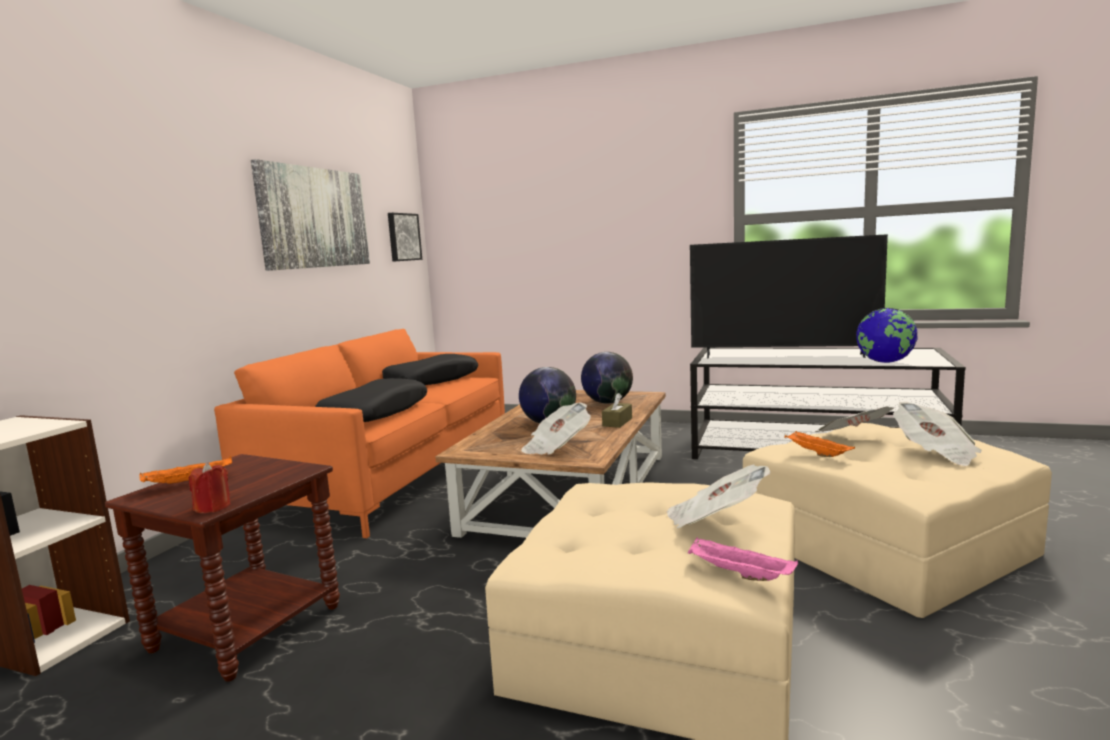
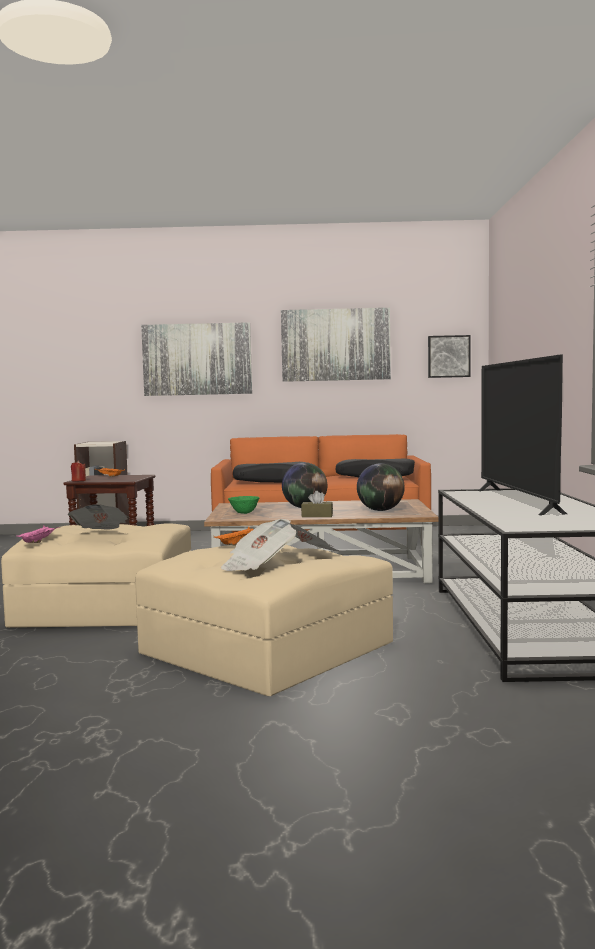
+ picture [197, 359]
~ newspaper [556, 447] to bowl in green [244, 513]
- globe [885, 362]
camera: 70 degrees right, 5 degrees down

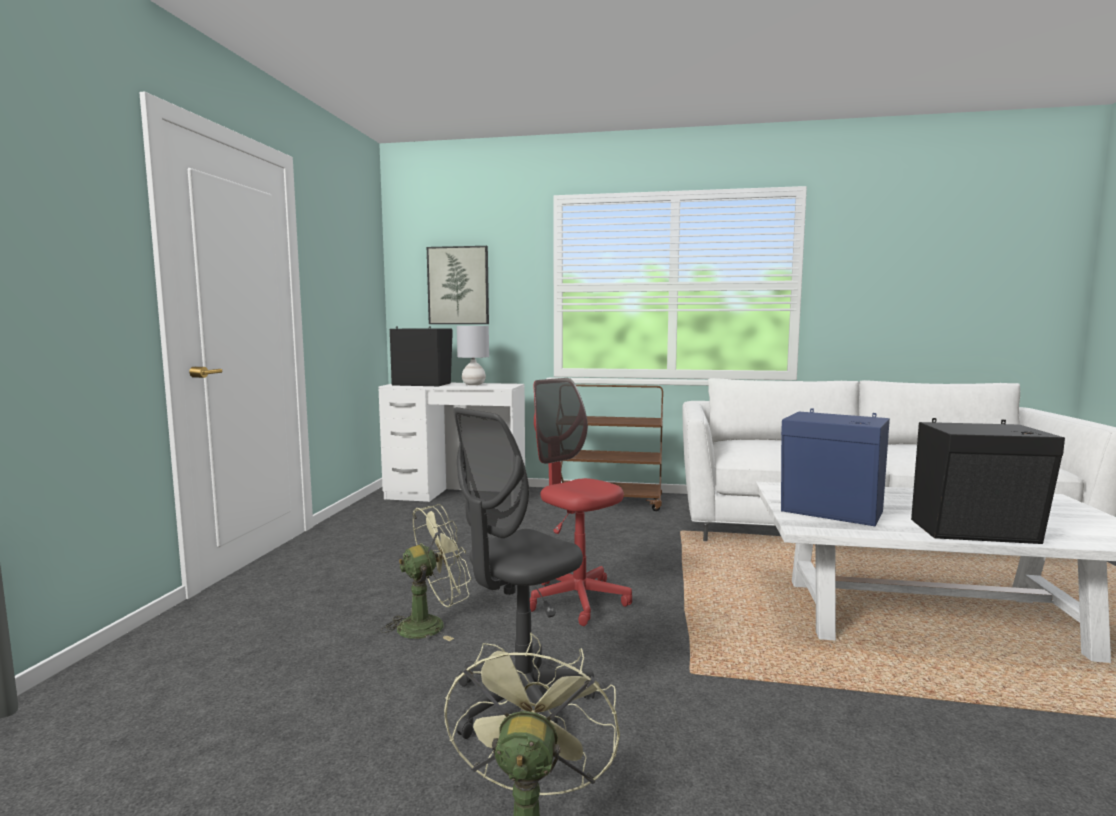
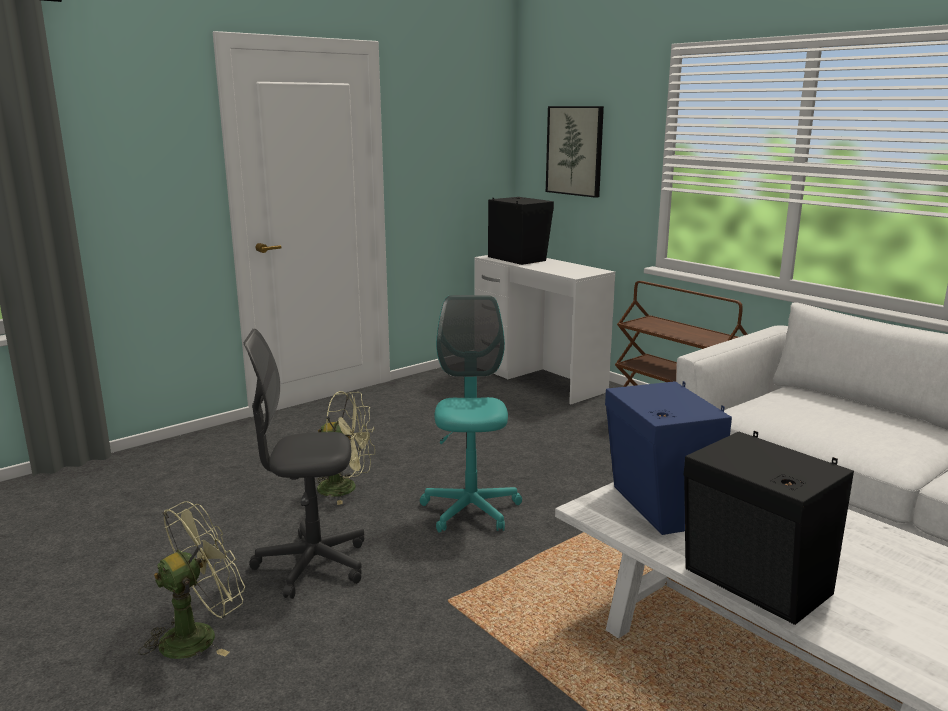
~ office chair in red [577, 600] to office chair in turquoise [470, 510]
- table lamp in grey [473, 384]
camera: 40 degrees right, 10 degrees up

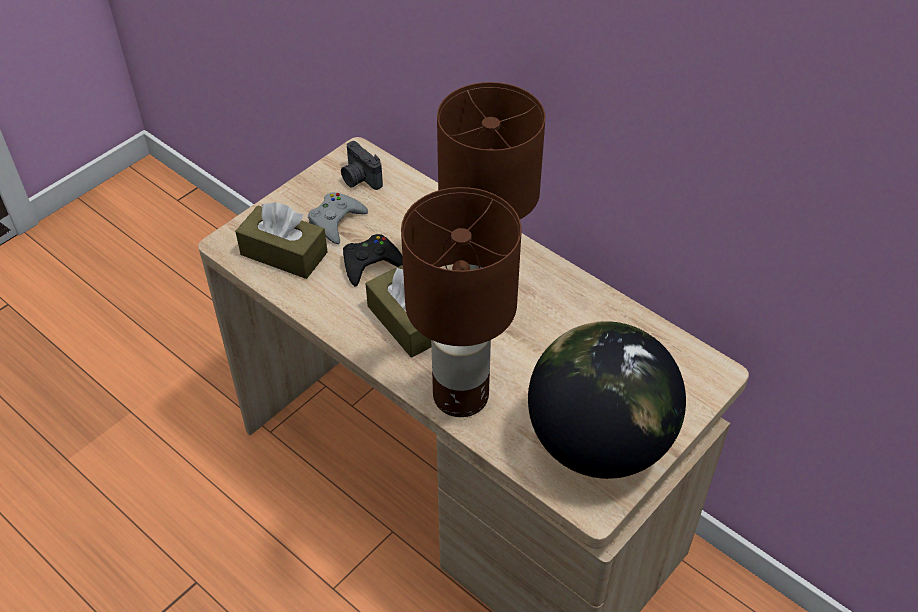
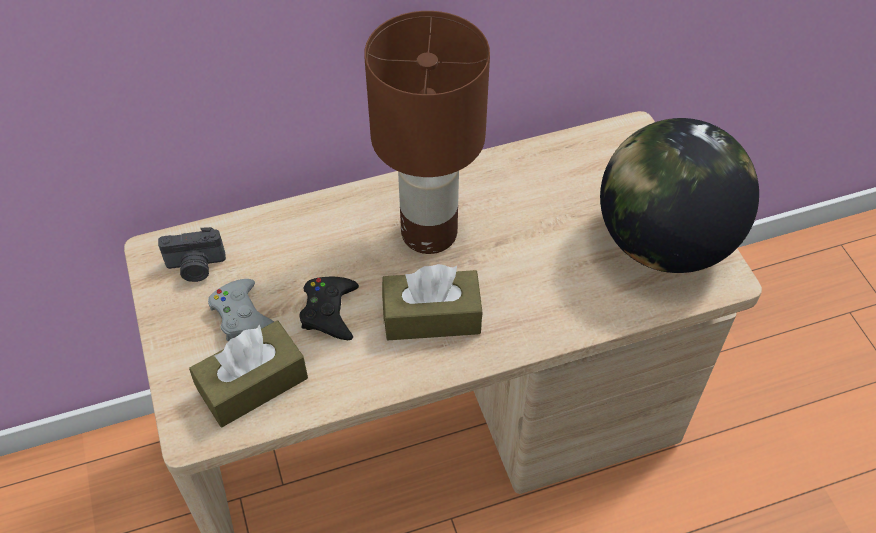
- table lamp in brown [459, 396]
camera: 60 degrees left, 5 degrees up

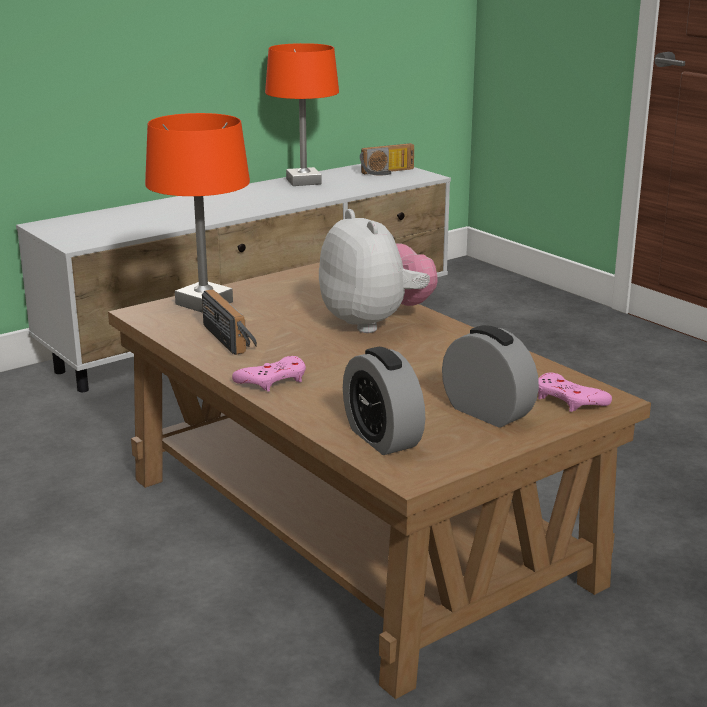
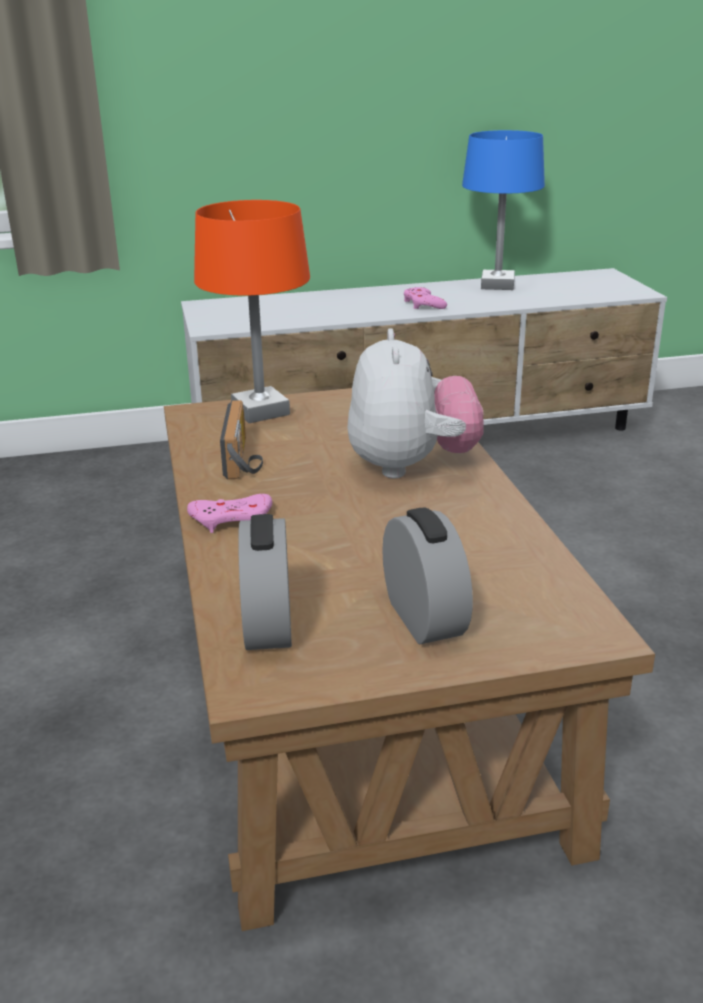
~ game controller in pink [568, 399] to [423, 304]
~ table lamp in orange [304, 181] to table lamp in blue [497, 285]
- radio [388, 172]
camera: 25 degrees right, 5 degrees up

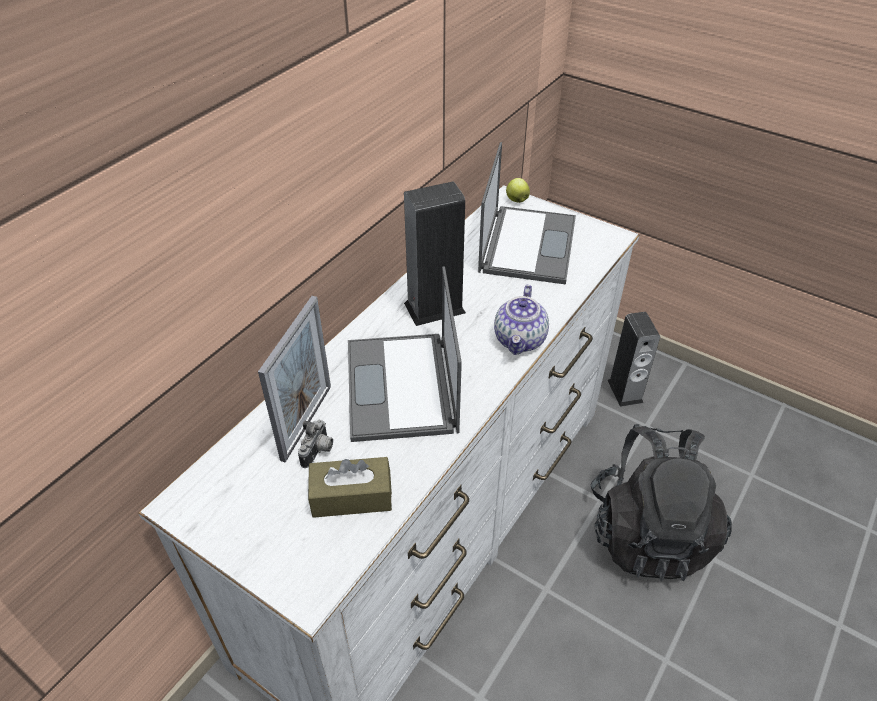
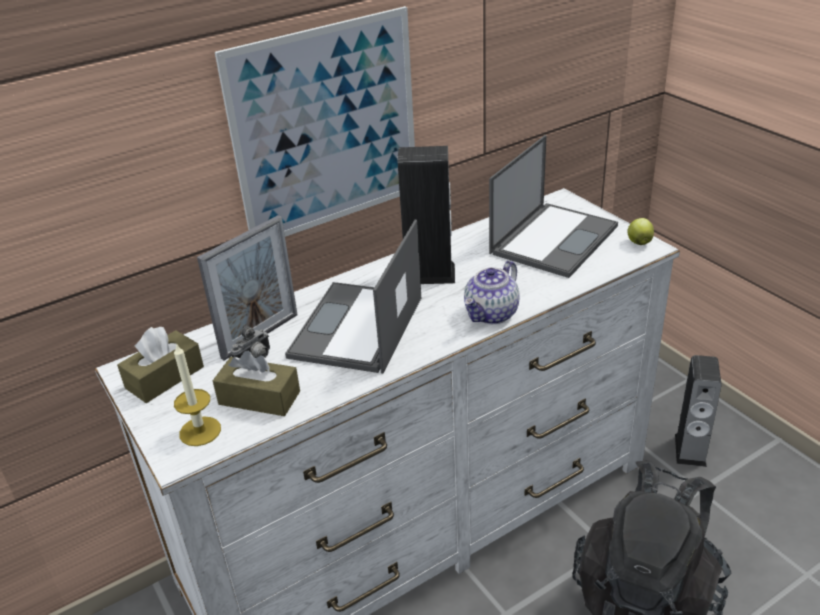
+ tissue box in brown [165, 377]
+ candle [200, 431]
+ picture [326, 128]
~ apple [516, 200] to [639, 242]
camera: 25 degrees right, 10 degrees down

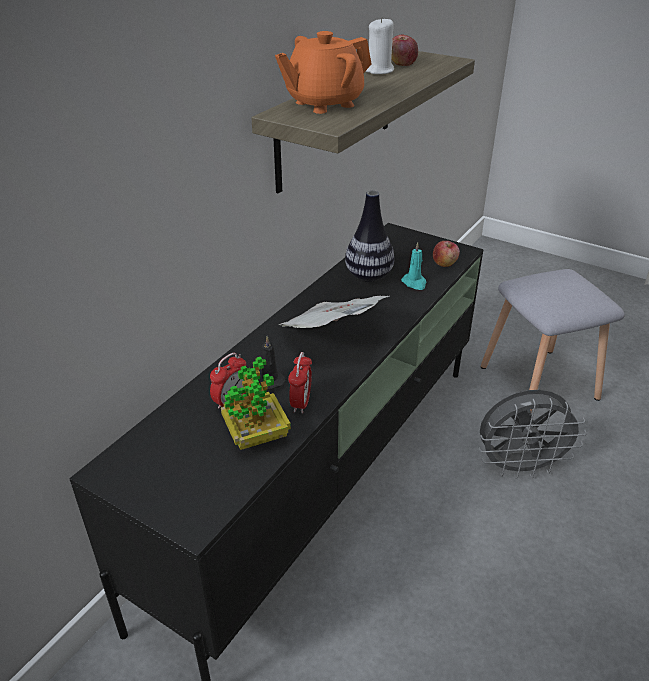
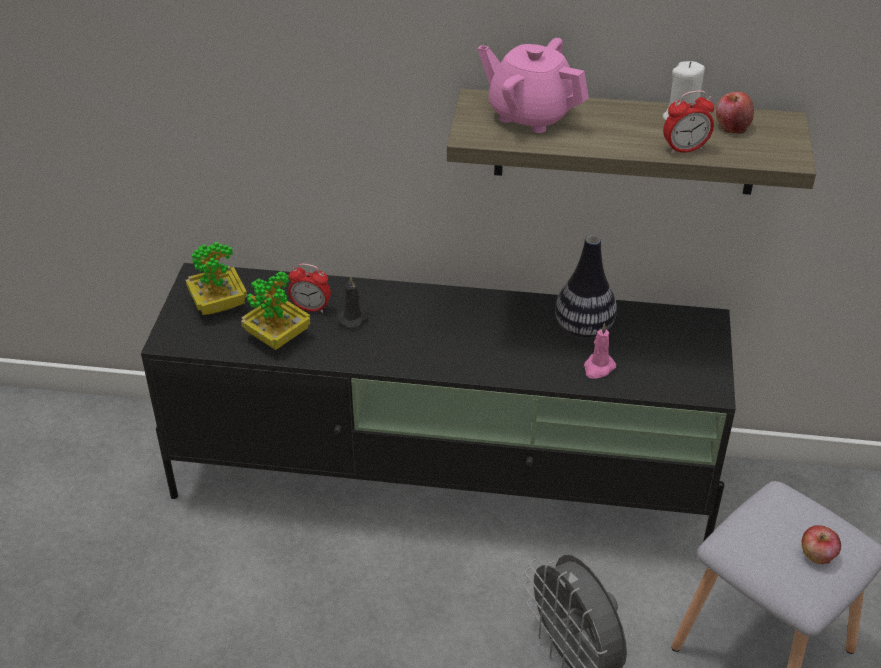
+ potted plant [218, 304]
~ teapot in orange [324, 104] to teapot in pink [530, 114]
~ candle in turquoise [414, 283] to candle in pink [598, 368]
~ alarm clock [301, 403] to [685, 149]
~ apple [444, 263] to [817, 555]
- newspaper [332, 334]
camera: 65 degrees right, 5 degrees up

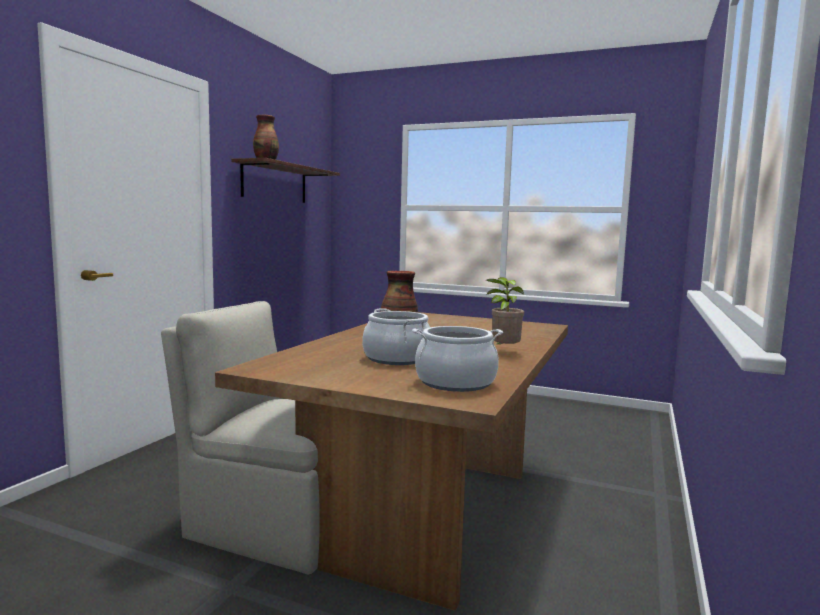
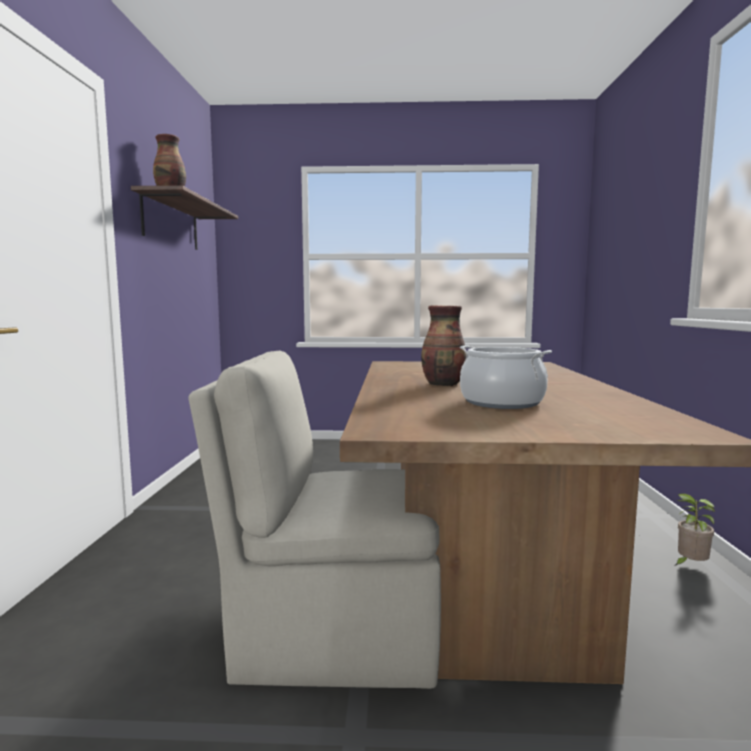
~ potted plant [503, 351] to [690, 565]
- cooking pot [455, 382]
camera: 20 degrees left, 0 degrees up

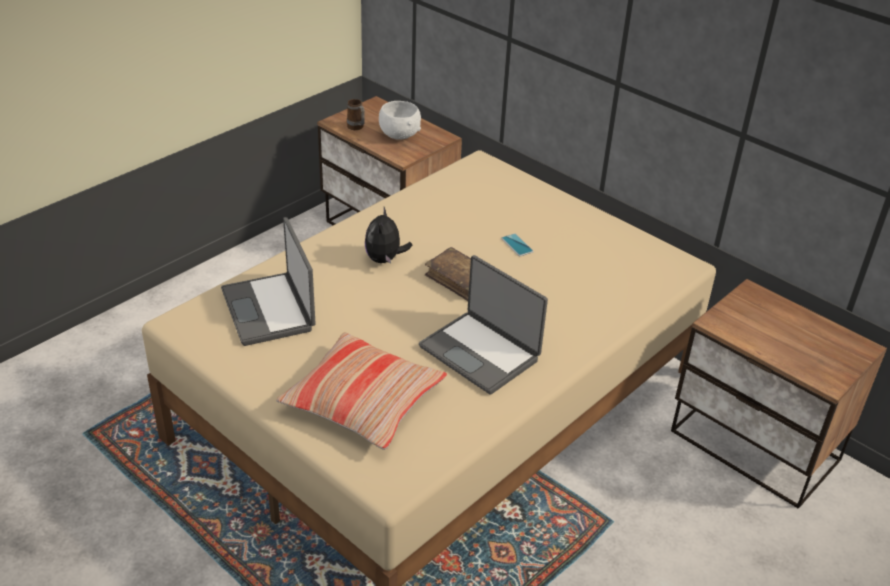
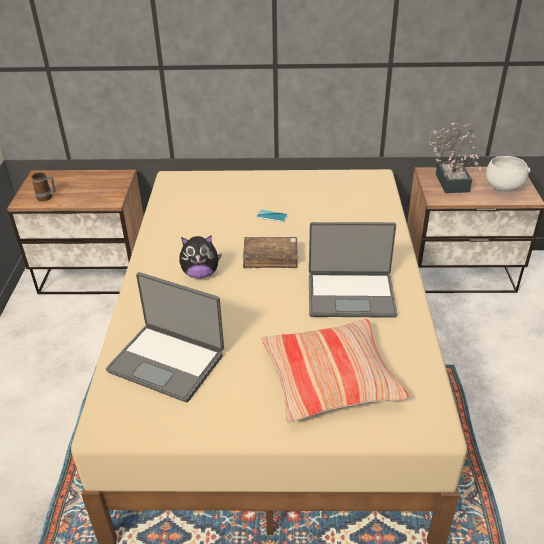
~ plush toy [385, 259] = [200, 274] 60 degrees counterclockwise
+ potted plant [451, 180]
~ bowl in white [399, 135] to [502, 187]
camera: 40 degrees left, 0 degrees up

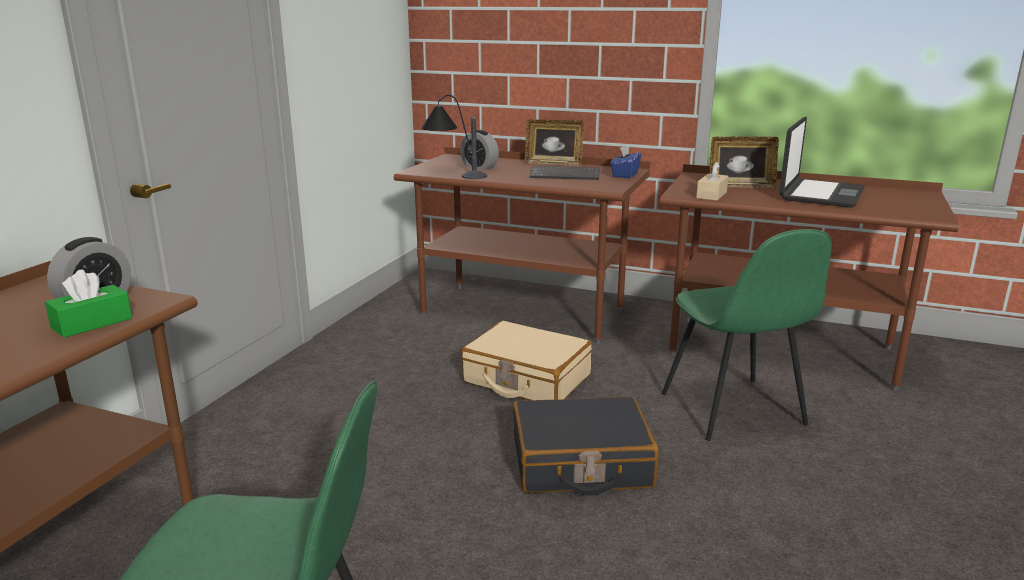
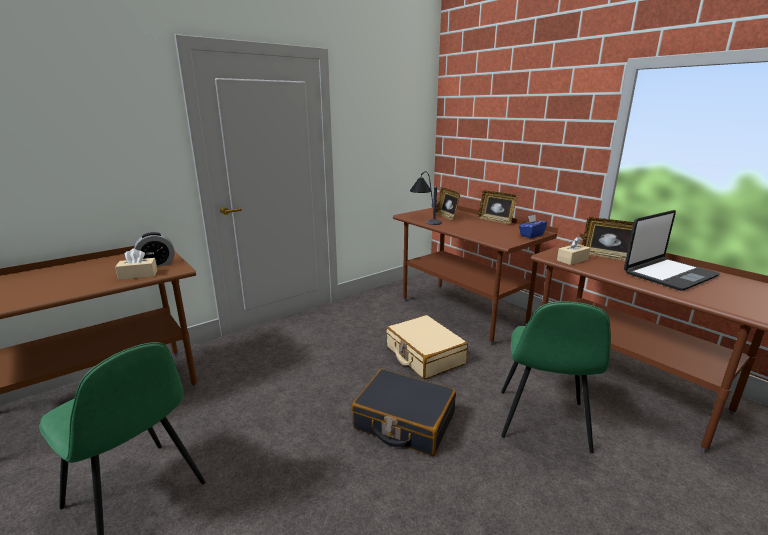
~ tissue box in green [92, 323] to tissue box in beige [138, 275]
~ alarm clock [479, 167] to picture frame [446, 217]
- keyboard [566, 175]
camera: 30 degrees right, 0 degrees up

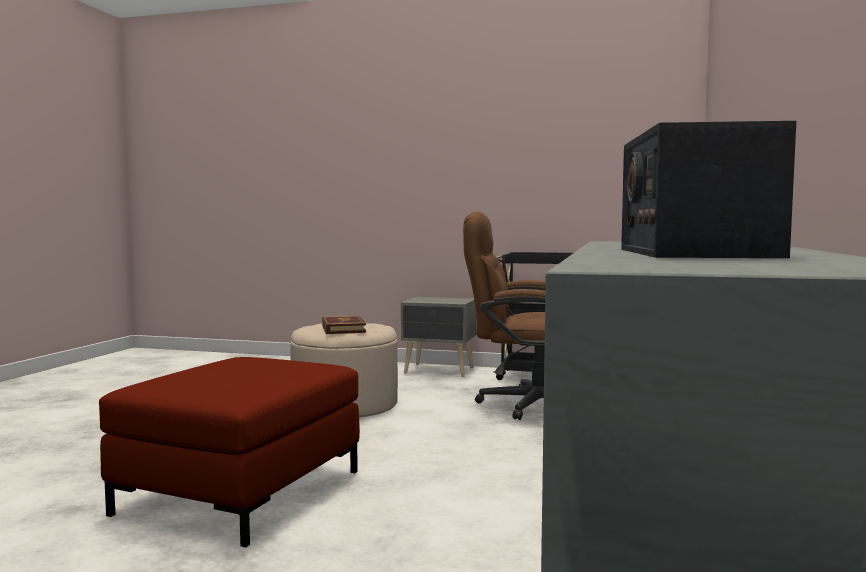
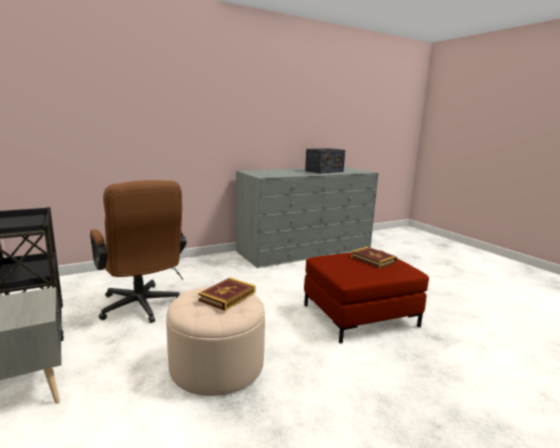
+ book [373, 259]
camera: 135 degrees left, 10 degrees up

